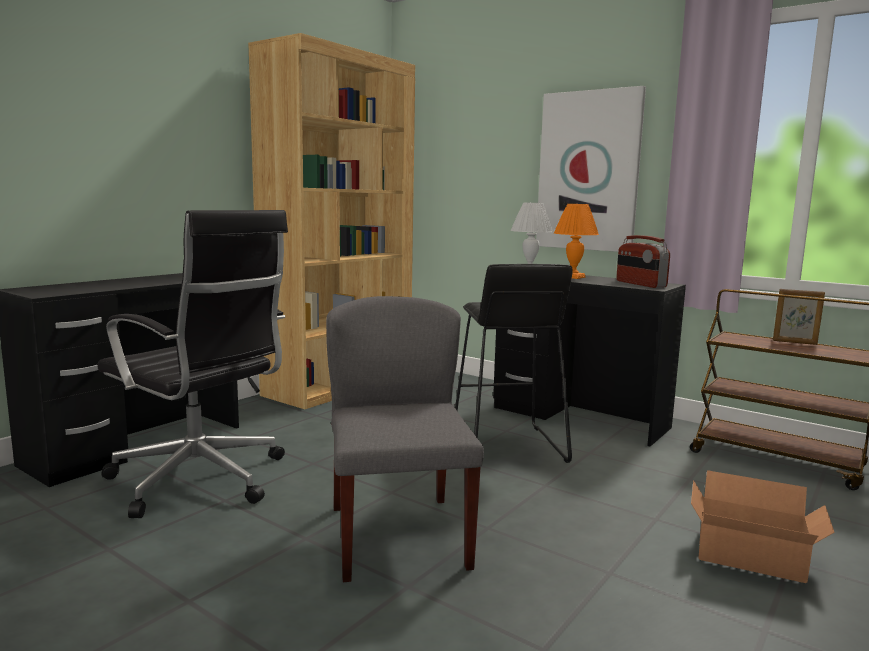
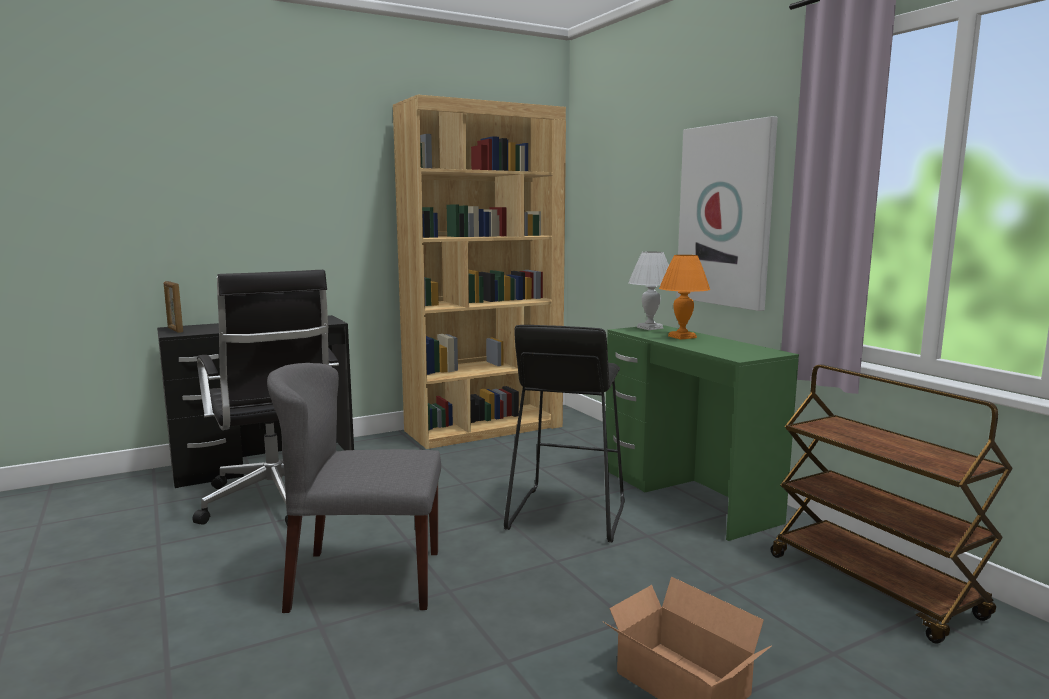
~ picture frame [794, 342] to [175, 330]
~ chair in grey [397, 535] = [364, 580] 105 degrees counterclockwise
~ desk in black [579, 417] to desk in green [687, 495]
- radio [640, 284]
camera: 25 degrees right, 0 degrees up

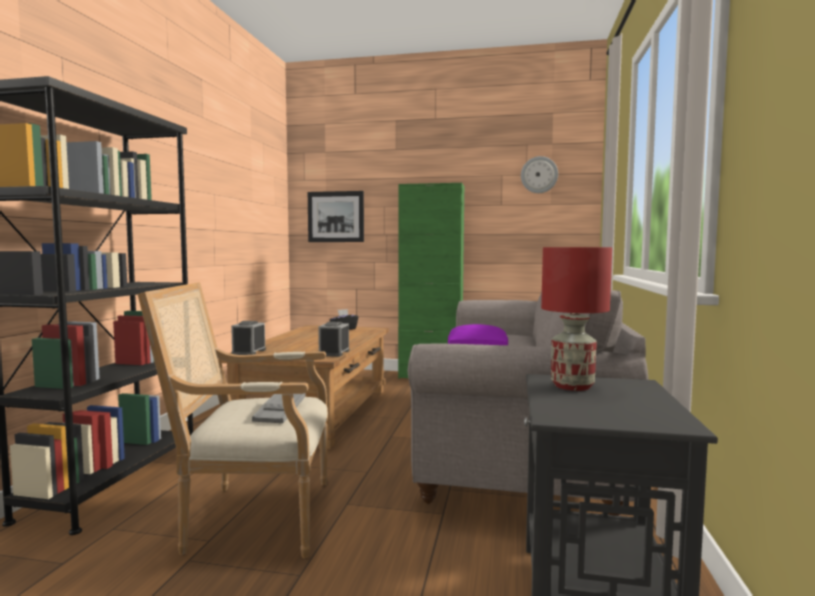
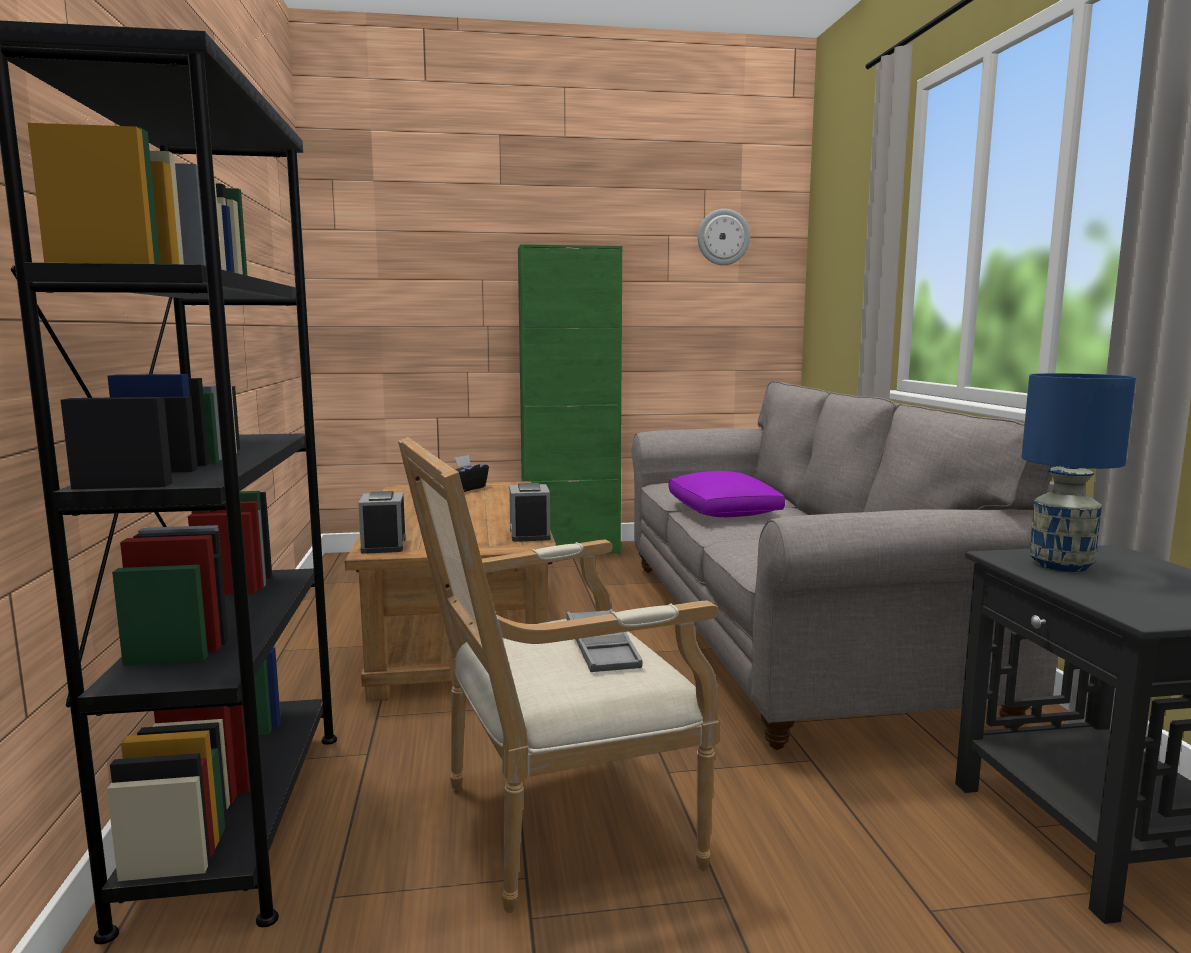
~ table lamp in red [572, 386] to table lamp in blue [1059, 565]
- picture [335, 216]
camera: 20 degrees left, 5 degrees up

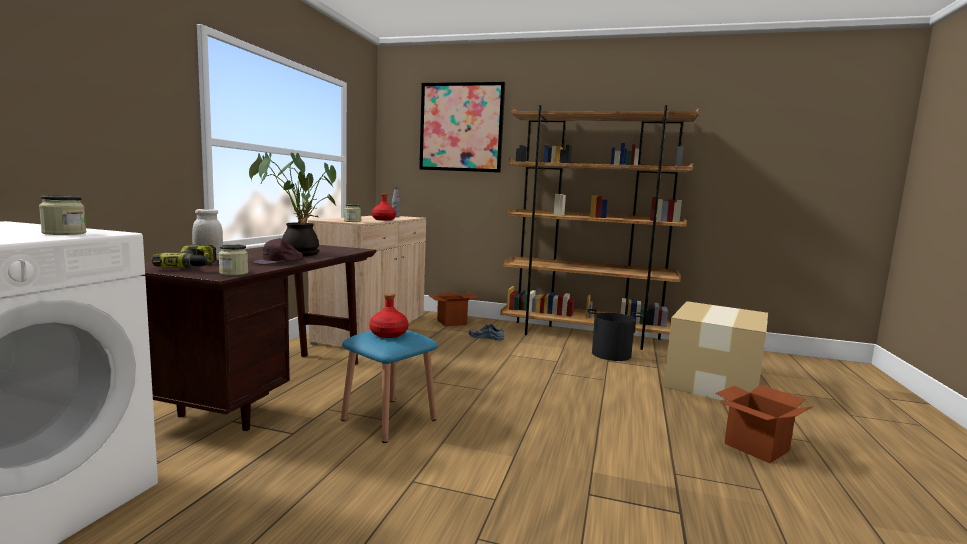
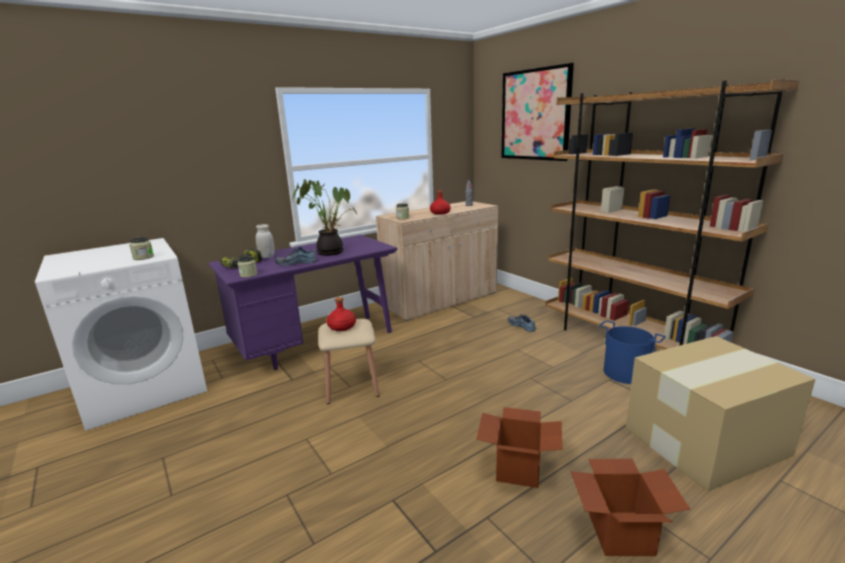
~ desk in brown [269, 391] to desk in purple [316, 343]
~ cap in brown [277, 262] to shoe [296, 262]
~ stool in blue [389, 419] to stool in beige [351, 386]
~ cardboard box [452, 322] to [518, 469]
~ bucket in black [611, 354] to bucket in blue [625, 373]
camera: 40 degrees right, 10 degrees up

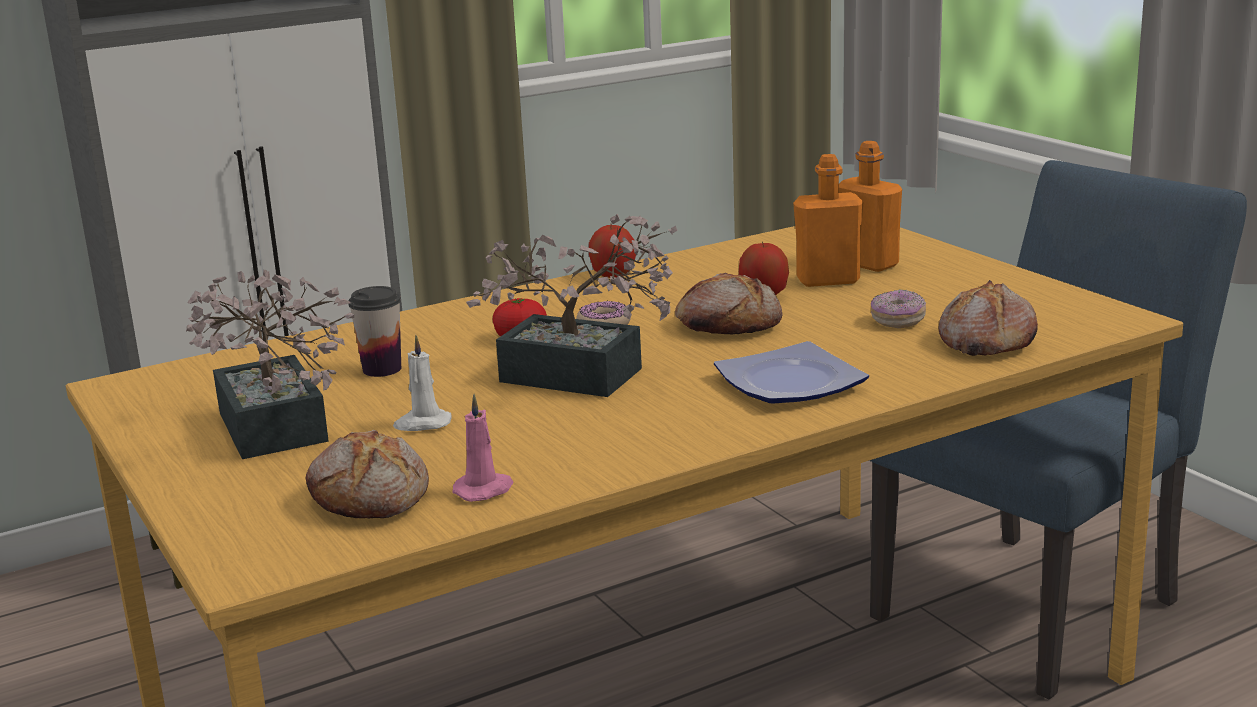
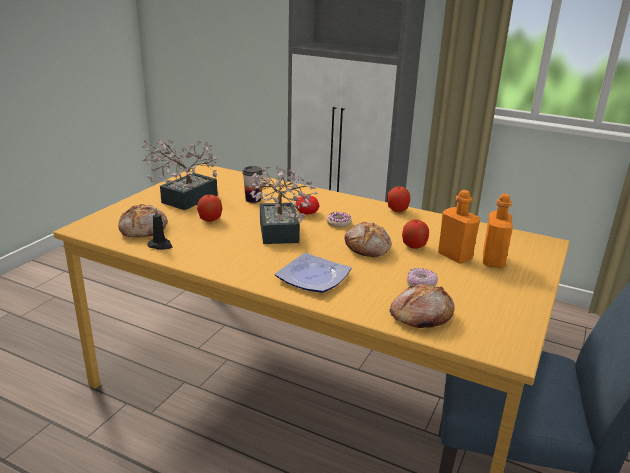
~ candle in pink [485, 490] to candle in black [160, 245]
~ candle in white [422, 424] to apple [210, 219]
camera: 55 degrees right, 5 degrees up

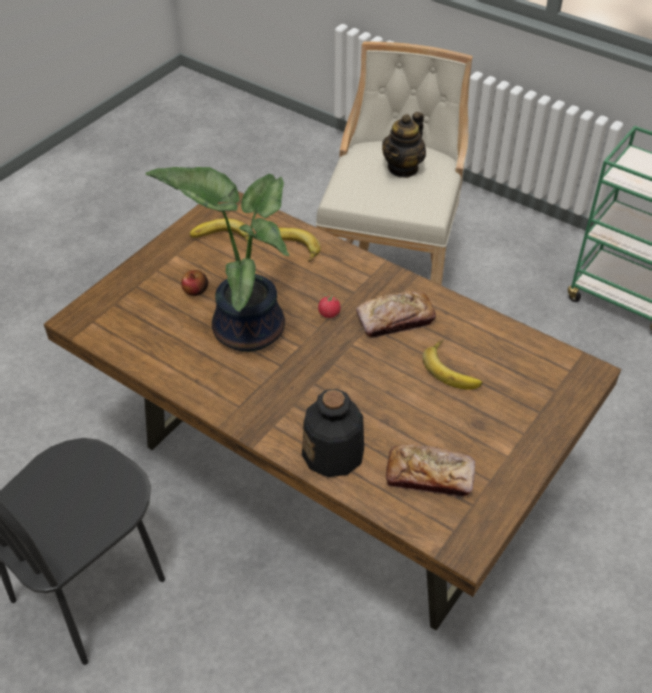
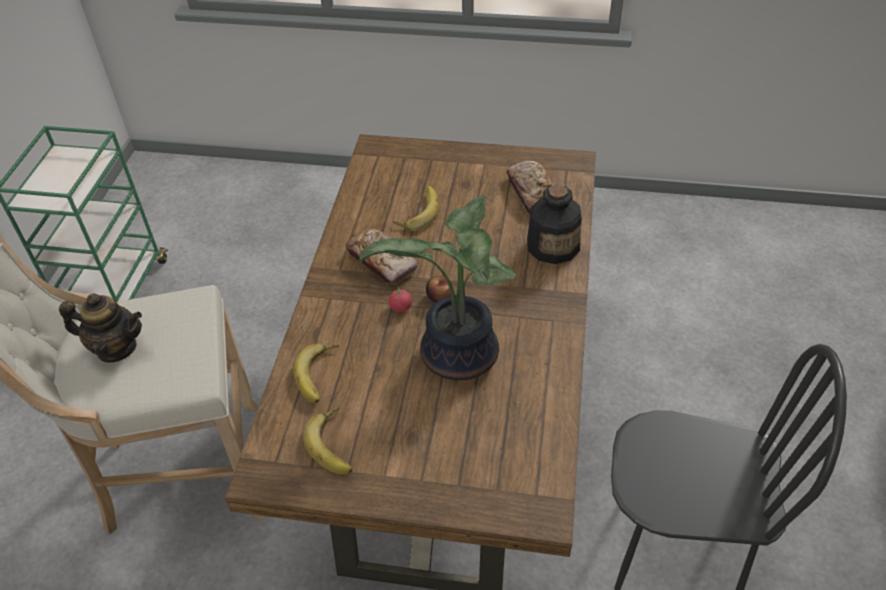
~ apple [195, 290] to [439, 297]
camera: 115 degrees left, 0 degrees up

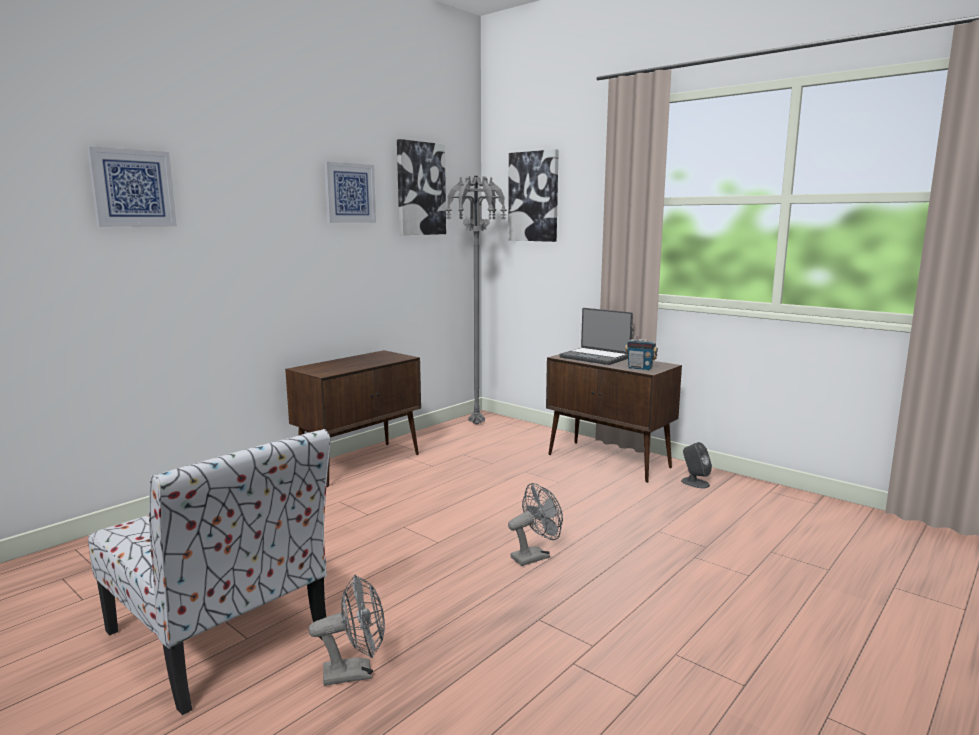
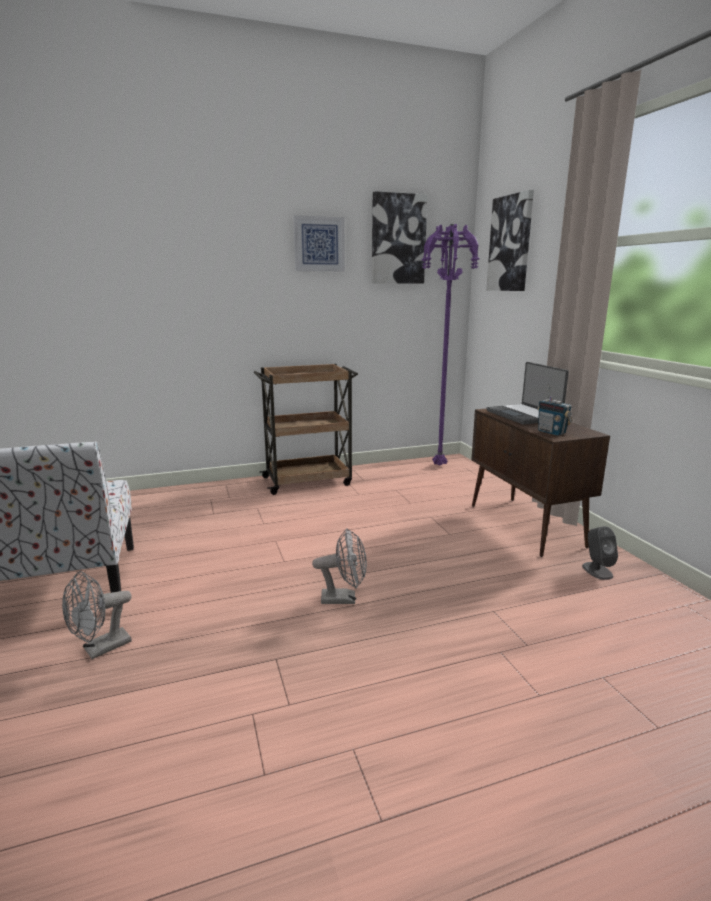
~ fan in grey [356, 672] = [101, 649] 120 degrees clockwise
~ cabinet in brown [360, 463] to cart in brown [308, 481]
~ floor lamp in grey [477, 424] to floor lamp in purple [439, 466]
- picture [132, 188]
camera: 30 degrees right, 5 degrees up

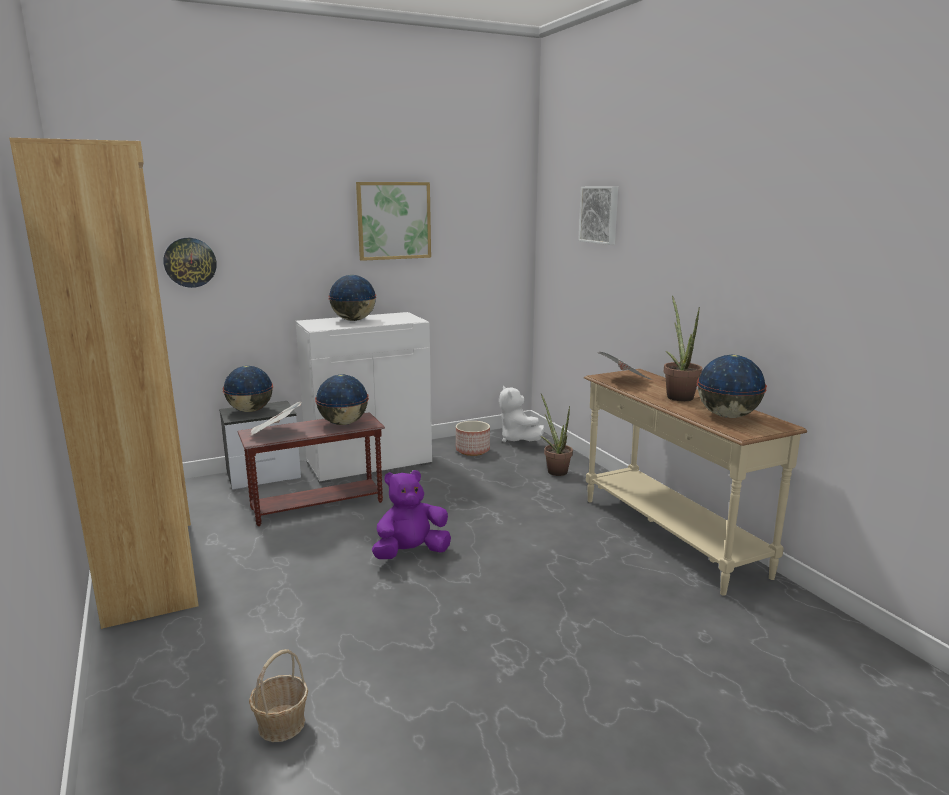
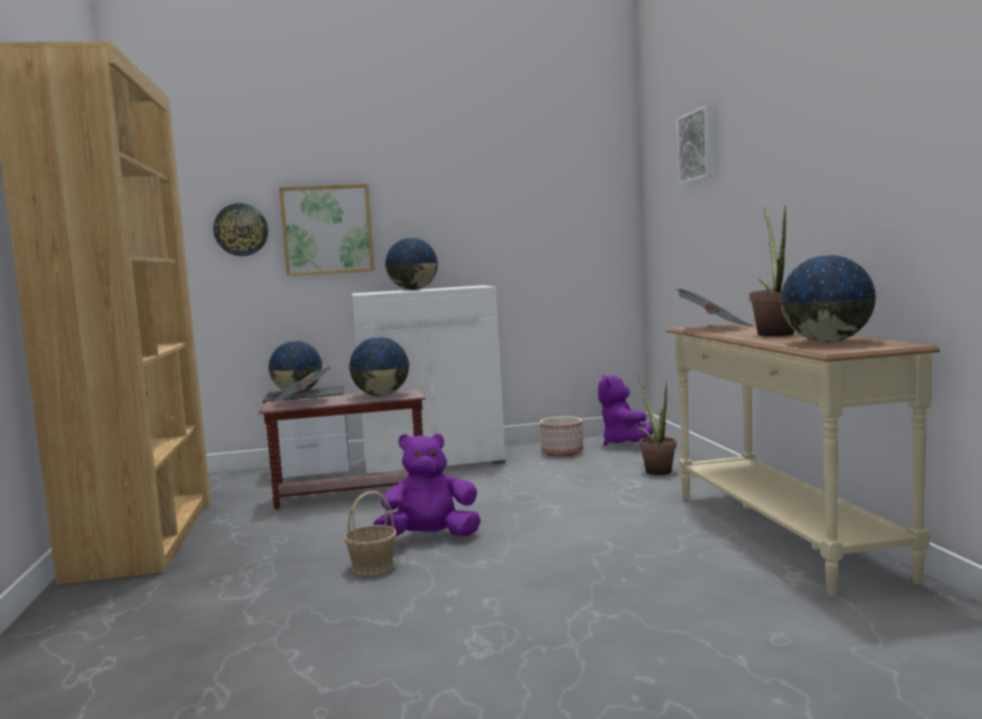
~ picture [394, 220] to [327, 230]
~ basket [281, 724] to [372, 567]
~ plush toy in white [518, 439] to plush toy in purple [624, 443]
camera: 15 degrees right, 10 degrees down

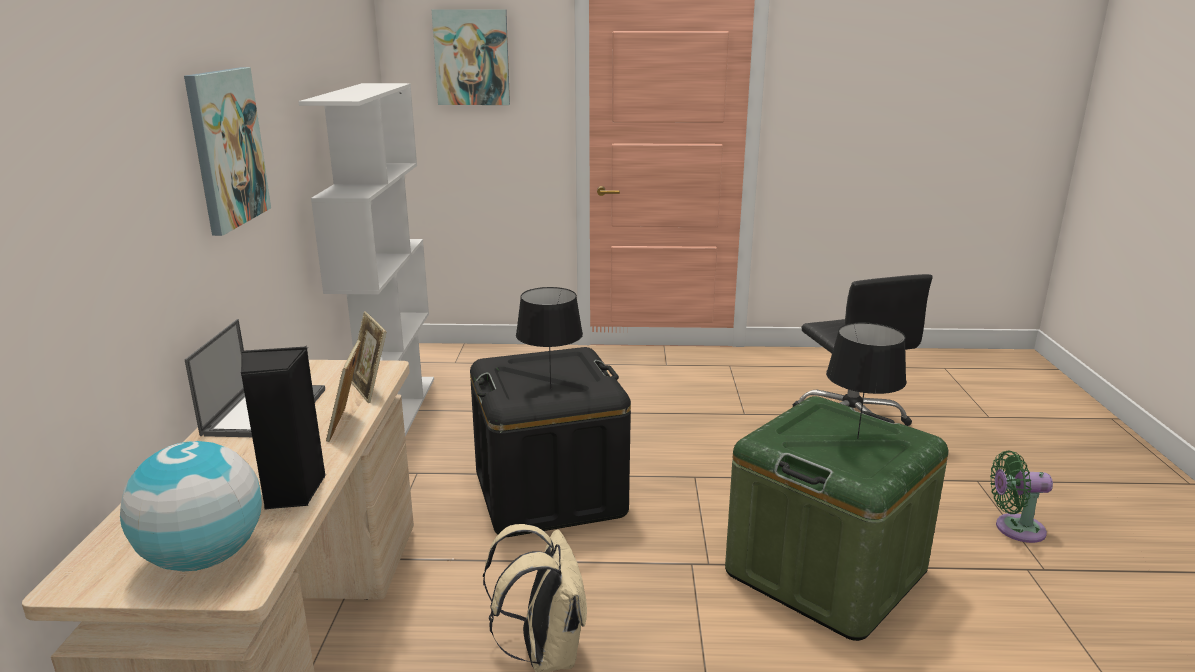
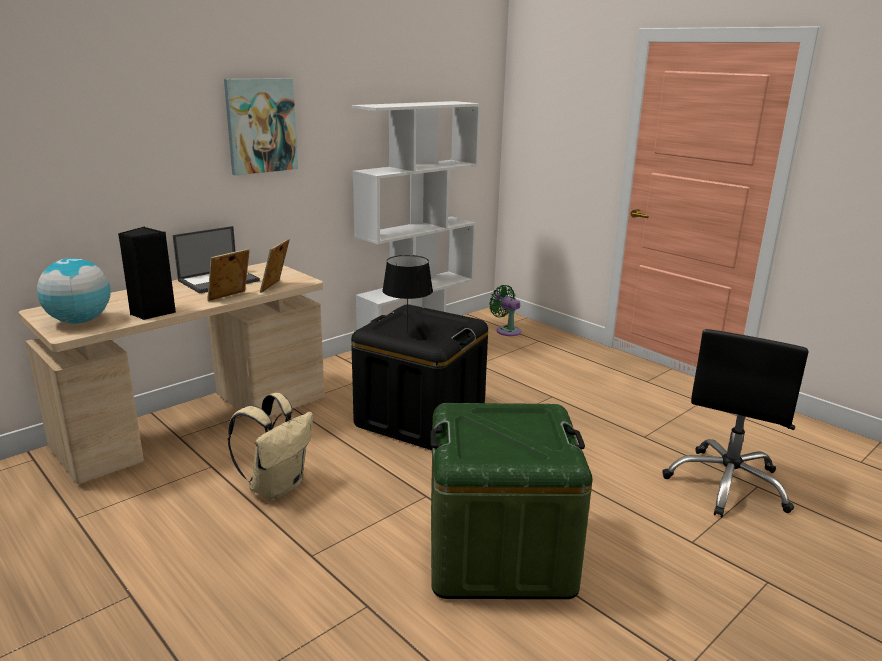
~ fan in green [1014, 528] to [506, 330]
- picture [472, 57]
- table lamp in black [856, 438]
camera: 45 degrees right, 0 degrees up

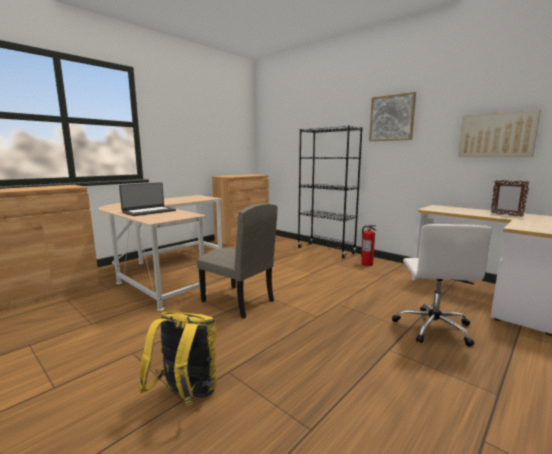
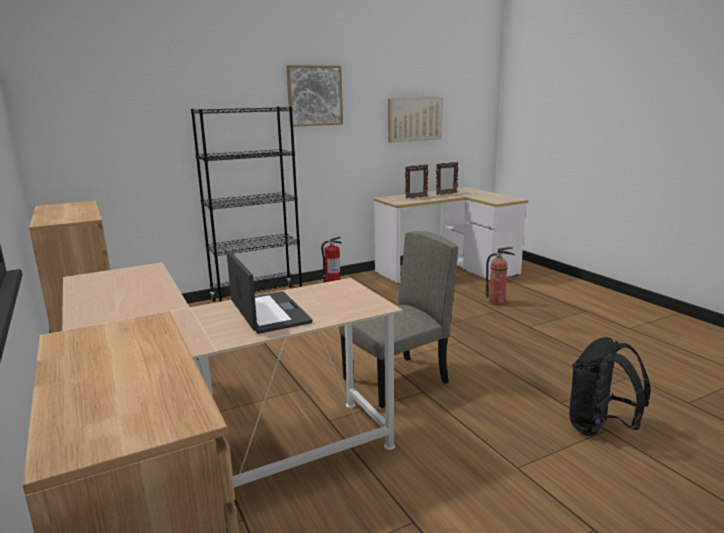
+ picture frame [416, 197]
~ office chair in white [433, 327] to fire extinguisher [497, 302]
~ backpack in yellow [186, 396] to backpack in black [600, 428]
camera: 70 degrees left, 5 degrees up

